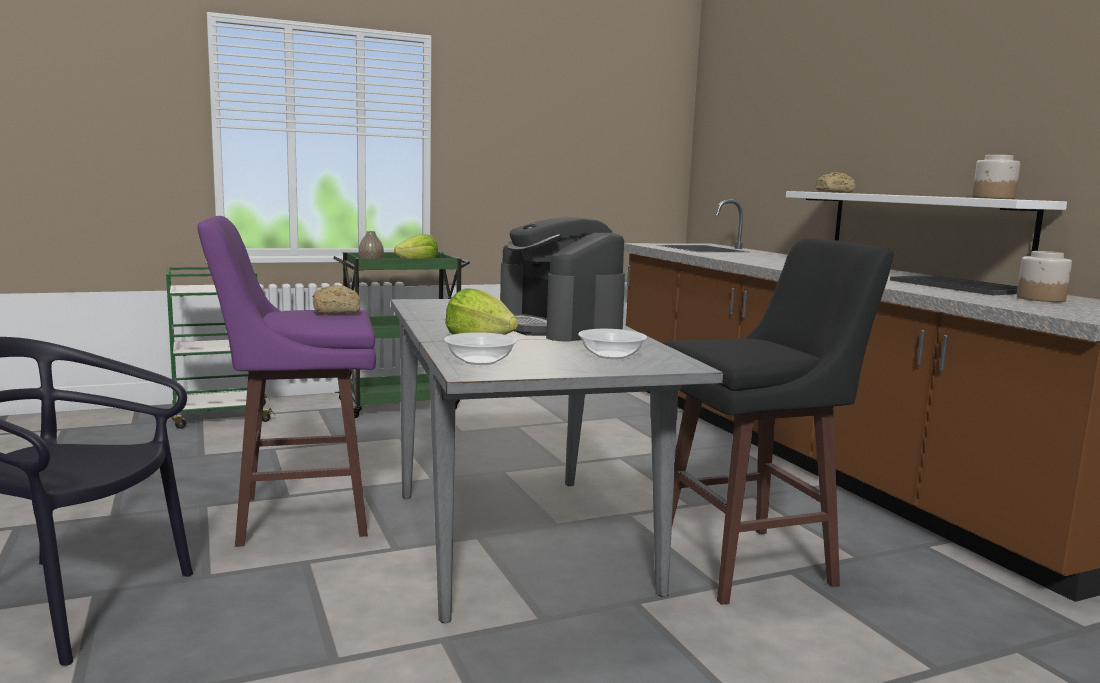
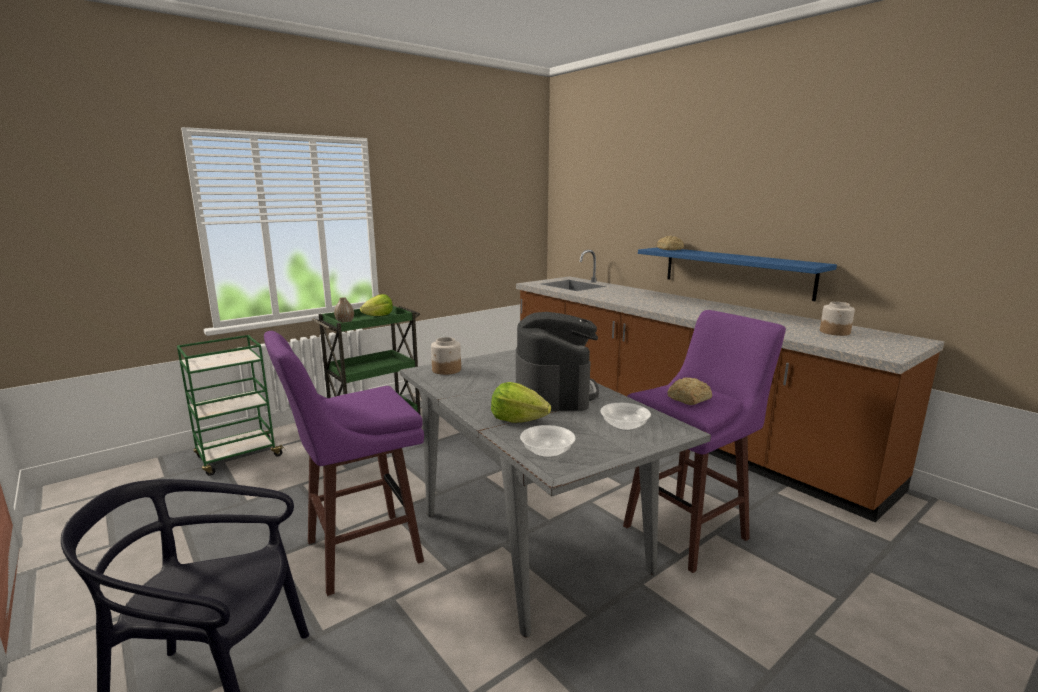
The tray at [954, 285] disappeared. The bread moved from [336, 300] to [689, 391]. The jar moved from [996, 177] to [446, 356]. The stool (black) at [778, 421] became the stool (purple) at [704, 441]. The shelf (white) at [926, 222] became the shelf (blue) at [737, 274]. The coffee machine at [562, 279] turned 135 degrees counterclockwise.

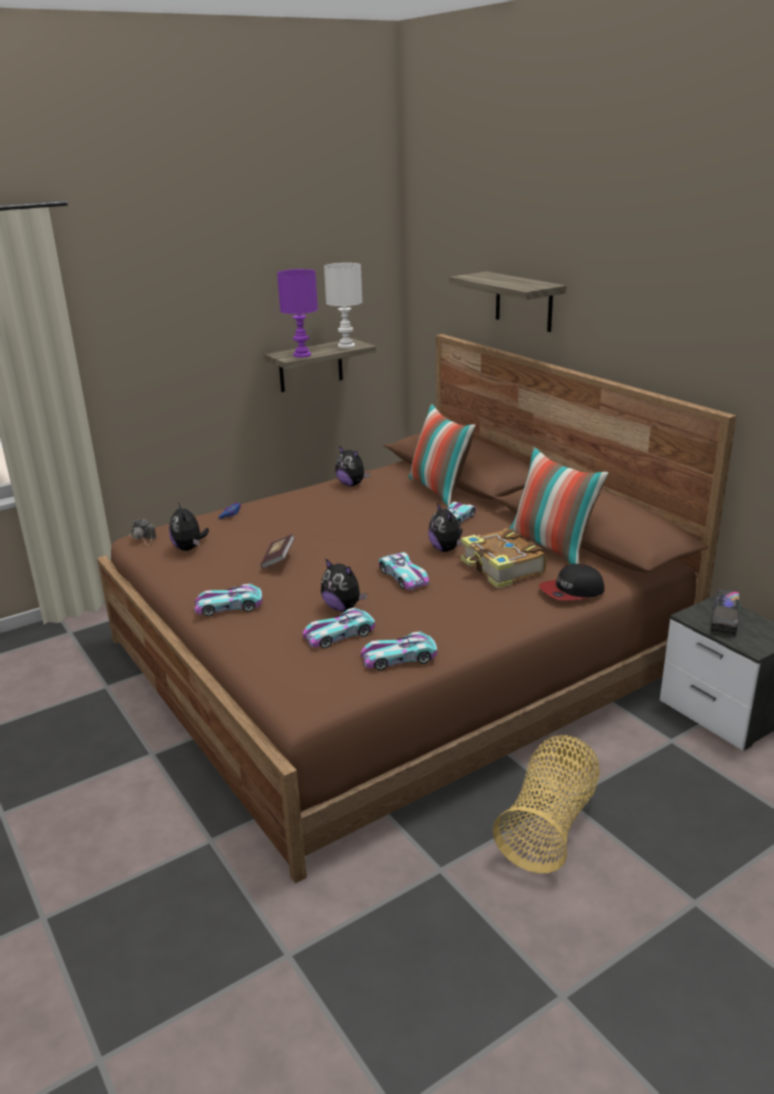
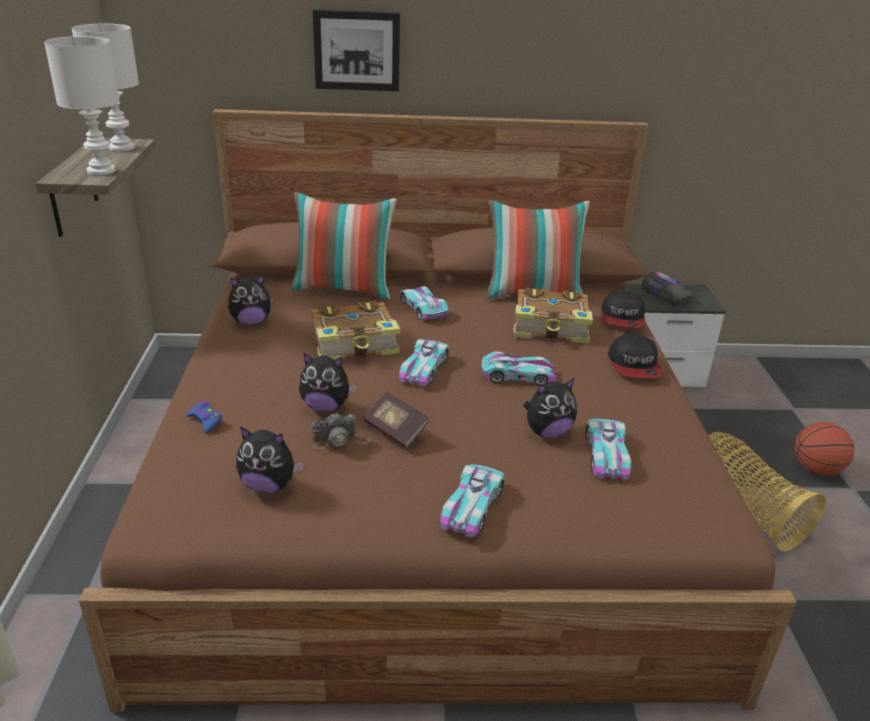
The book at [355, 330] appeared. The cap at [635, 356] appeared. The basketball at [824, 449] appeared. The photo camera moved from [143, 532] to [341, 431]. The toy car moved from [399, 650] to [424, 362]. The plush toy moved from [446, 527] to [328, 382]. The shelf at [507, 301] was replaced by the picture at [356, 50]. The table lamp (purple) at [297, 313] became the table lamp (white) at [81, 105].

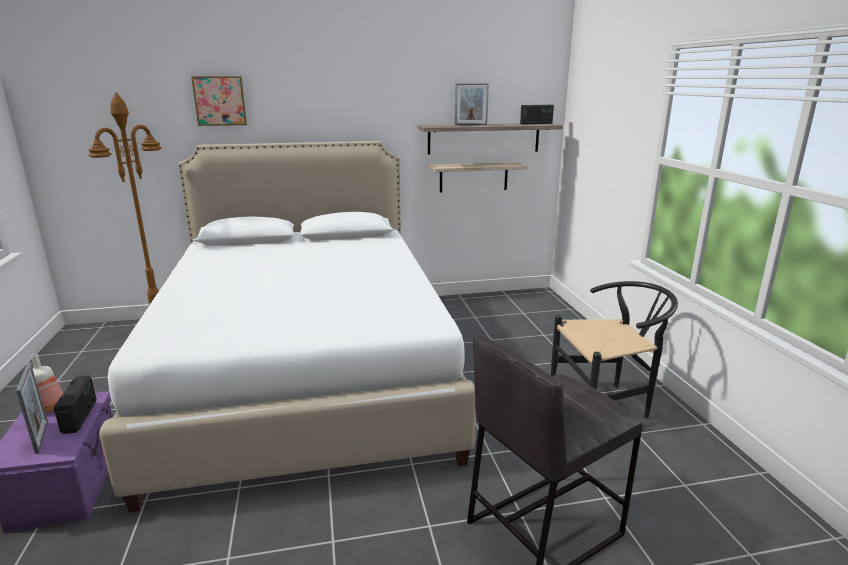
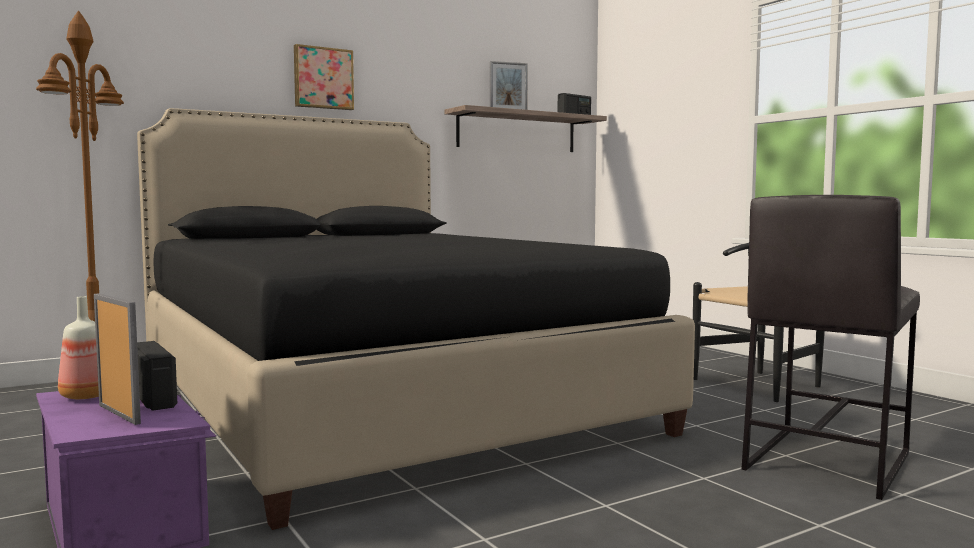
The shelf at [479, 177] disappeared. The picture moved from [219, 101] to [324, 77]. The bed (white) at [287, 326] became the bed (black) at [416, 319].

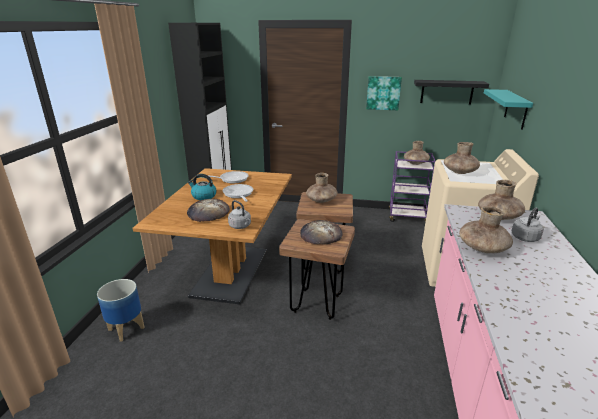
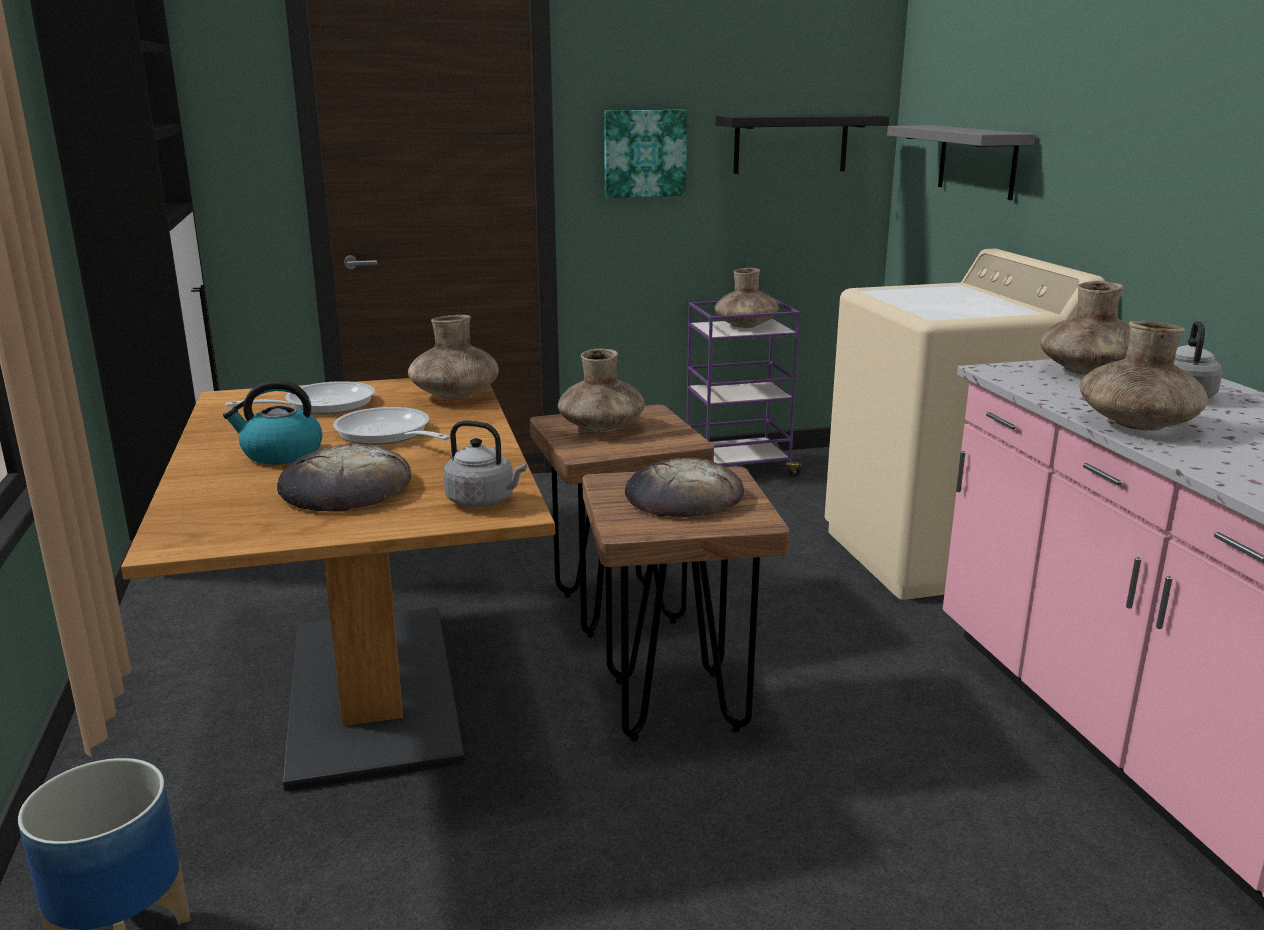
The vase (brown) moved from [462, 158] to [453, 357]. The shelf (turquoise) at [508, 109] became the shelf (grey) at [961, 162].

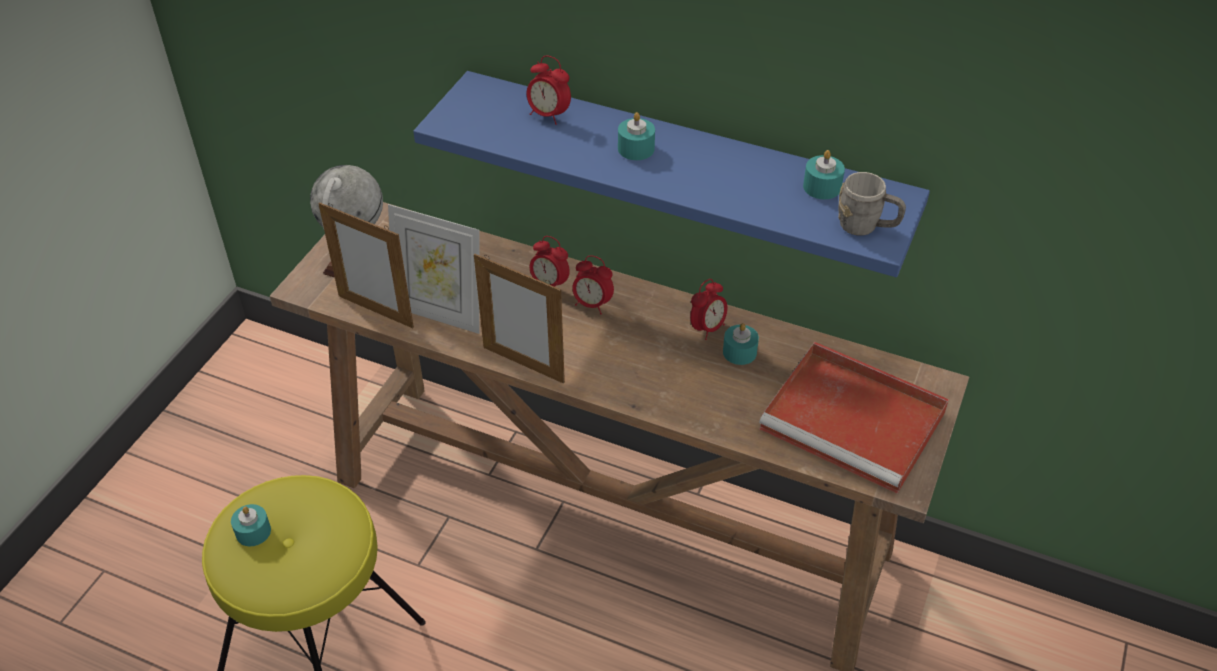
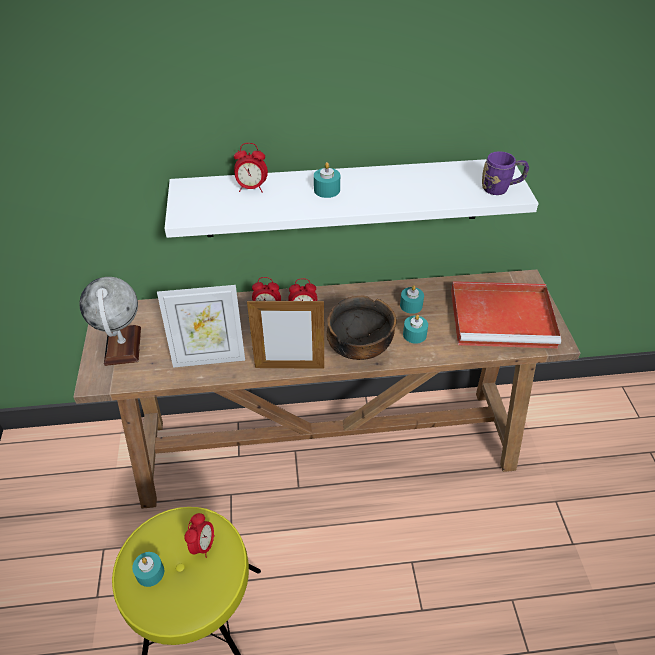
The picture frame at [366, 265] disappeared. The bowl at [361, 328] appeared. The alarm clock moved from [709, 309] to [199, 535]. The candle (turquoise) moved from [824, 174] to [415, 329]. The shelf (blue) at [671, 174] became the shelf (white) at [352, 198]. The mug (grey) at [872, 204] became the mug (purple) at [505, 173].

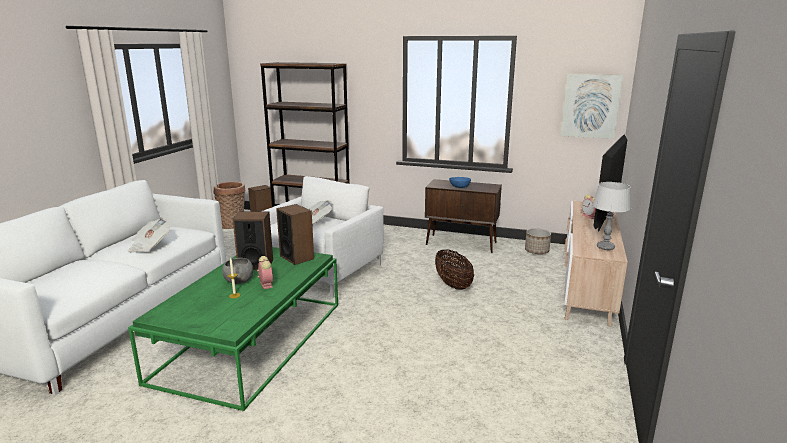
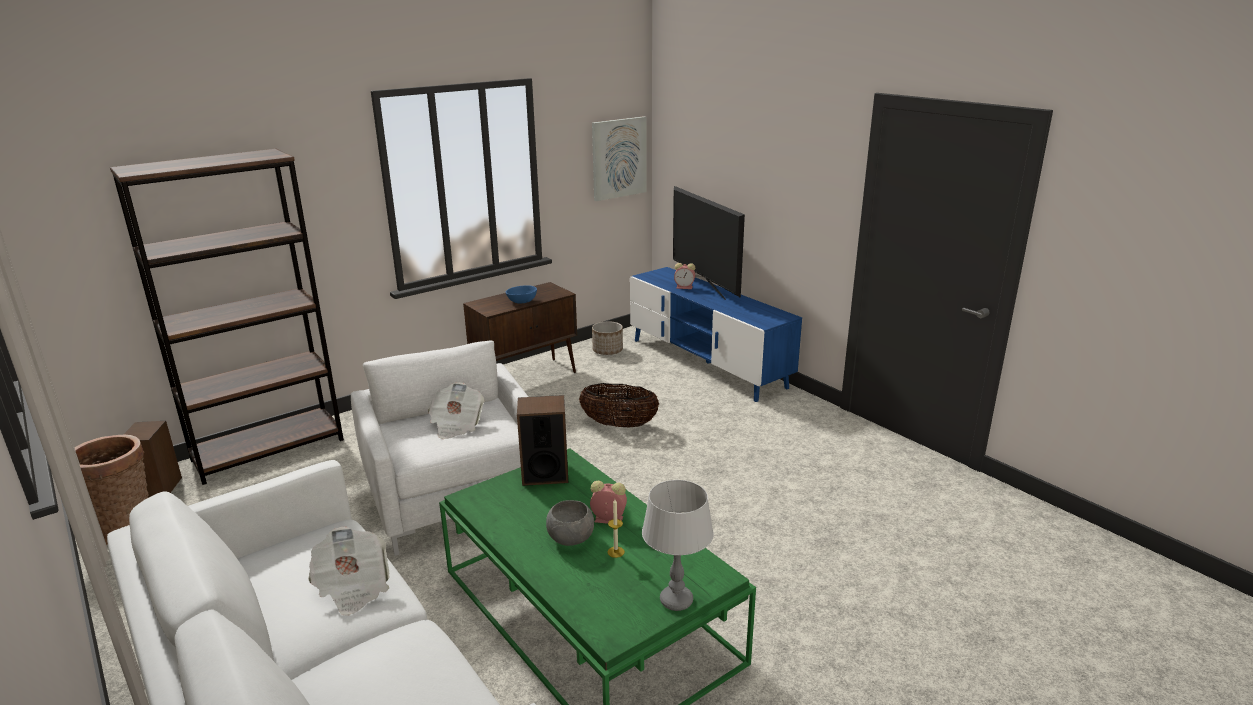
The speaker at [253, 240] disappeared. The table lamp (grey) moved from [611, 216] to [678, 545]. The tv stand (beige) at [596, 264] became the tv stand (blue) at [716, 334].

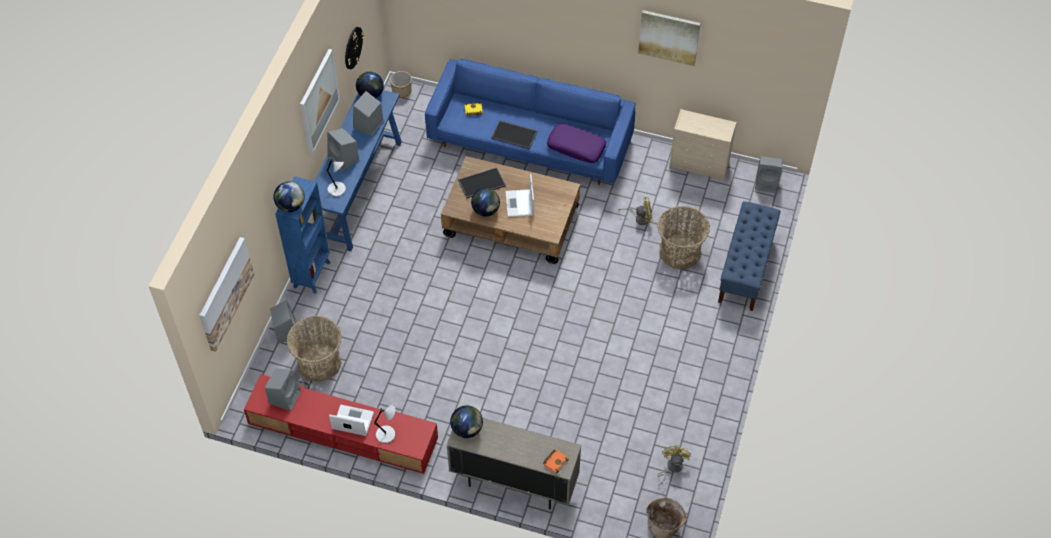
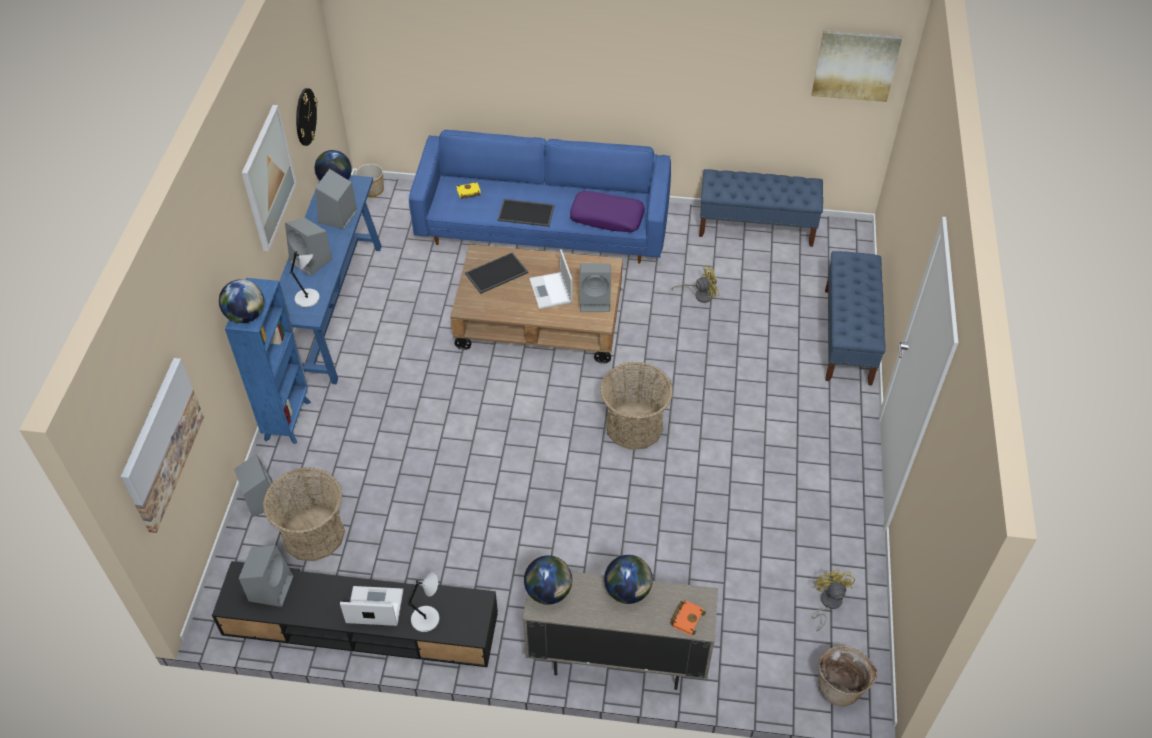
The globe moved from [485, 202] to [628, 579]. The picture moved from [669, 38] to [857, 66]. The basket moved from [684, 237] to [636, 406]. The speaker (grey) moved from [768, 174] to [595, 287]. The dresser (beige) at [703, 145] was replaced by the bench (blue) at [761, 208]. The tv stand (red) at [341, 424] became the tv stand (black) at [355, 614].

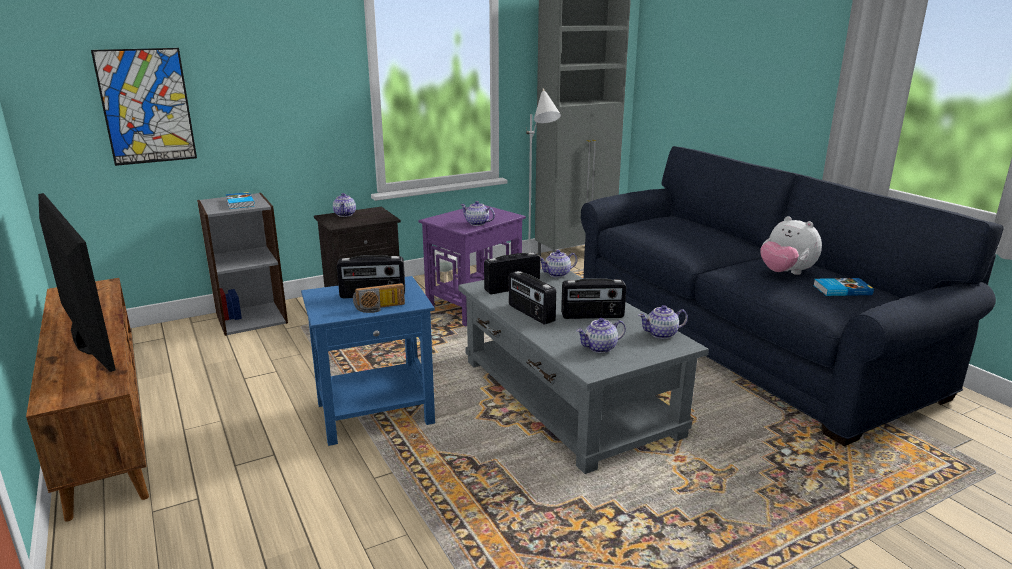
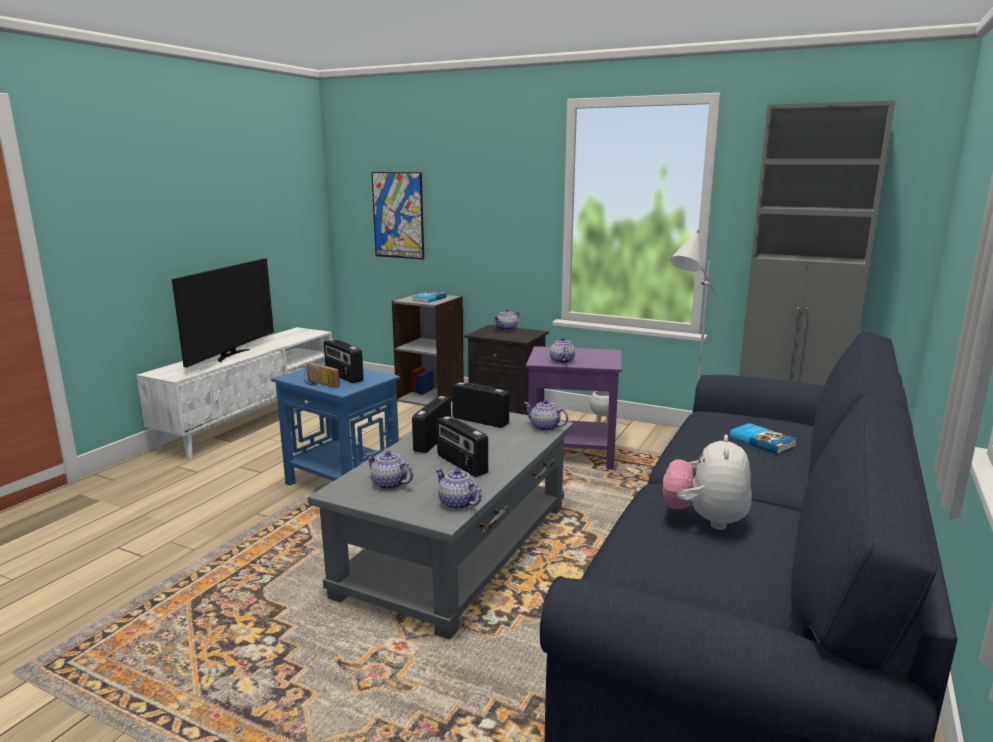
The book moved from [843, 287] to [763, 438]. The tv stand (brown) at [87, 399] became the tv stand (white) at [234, 393].

